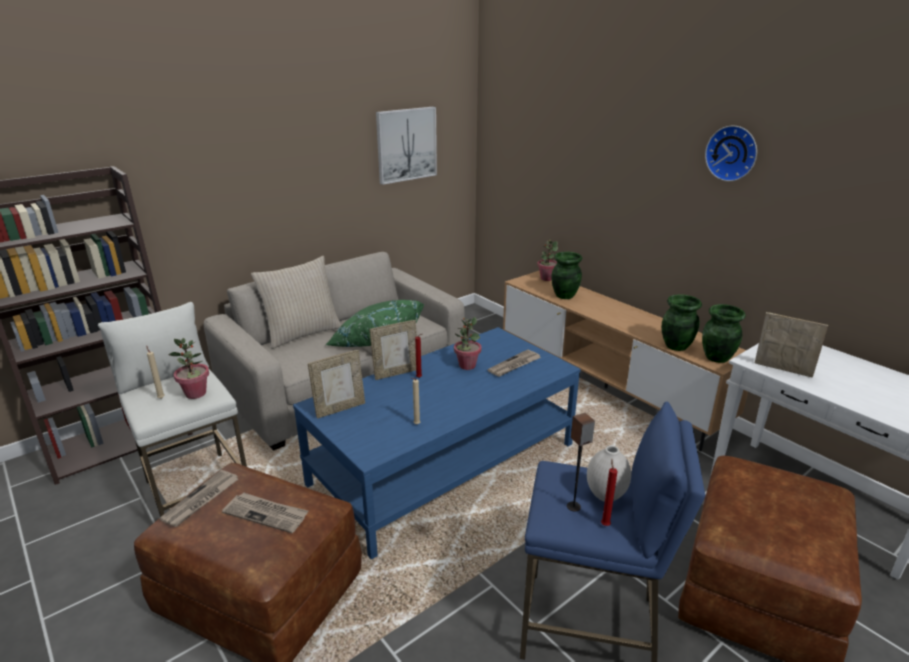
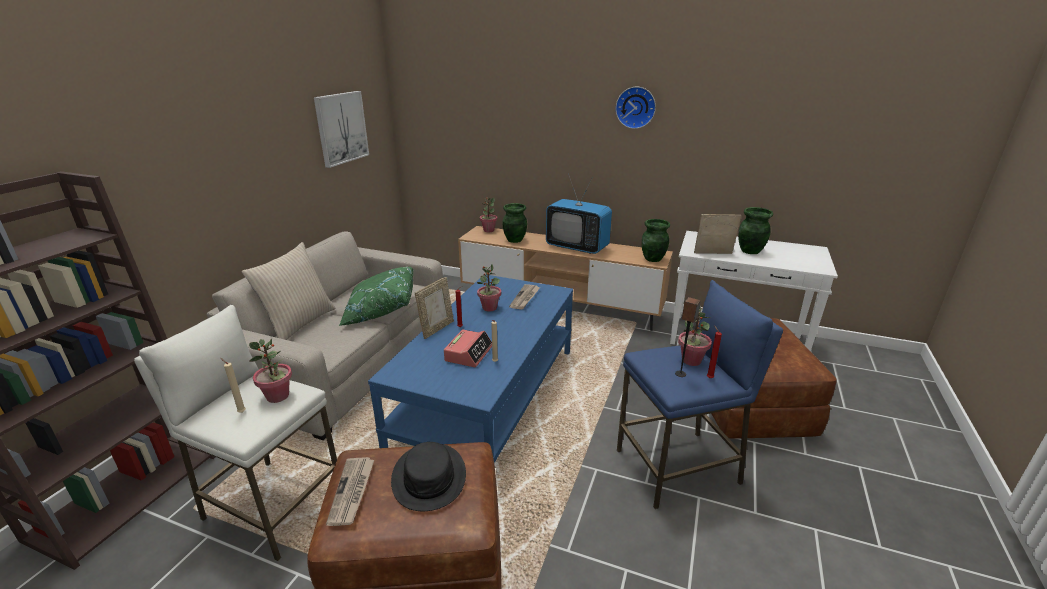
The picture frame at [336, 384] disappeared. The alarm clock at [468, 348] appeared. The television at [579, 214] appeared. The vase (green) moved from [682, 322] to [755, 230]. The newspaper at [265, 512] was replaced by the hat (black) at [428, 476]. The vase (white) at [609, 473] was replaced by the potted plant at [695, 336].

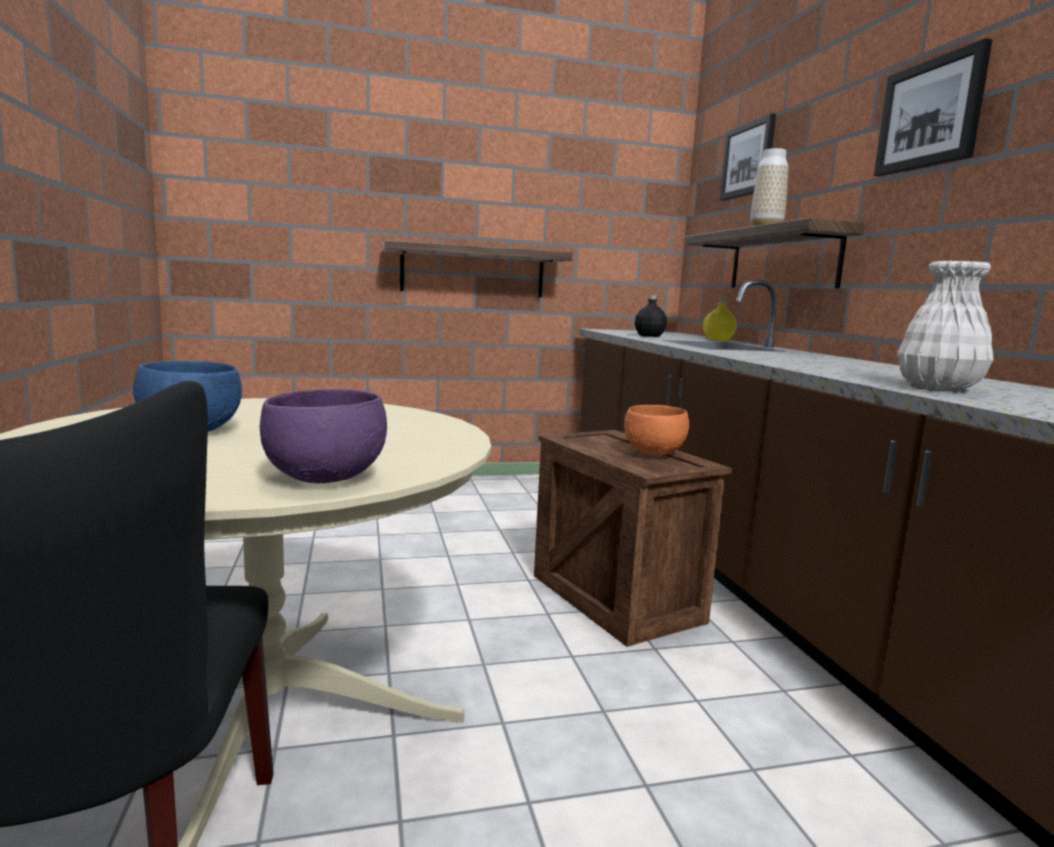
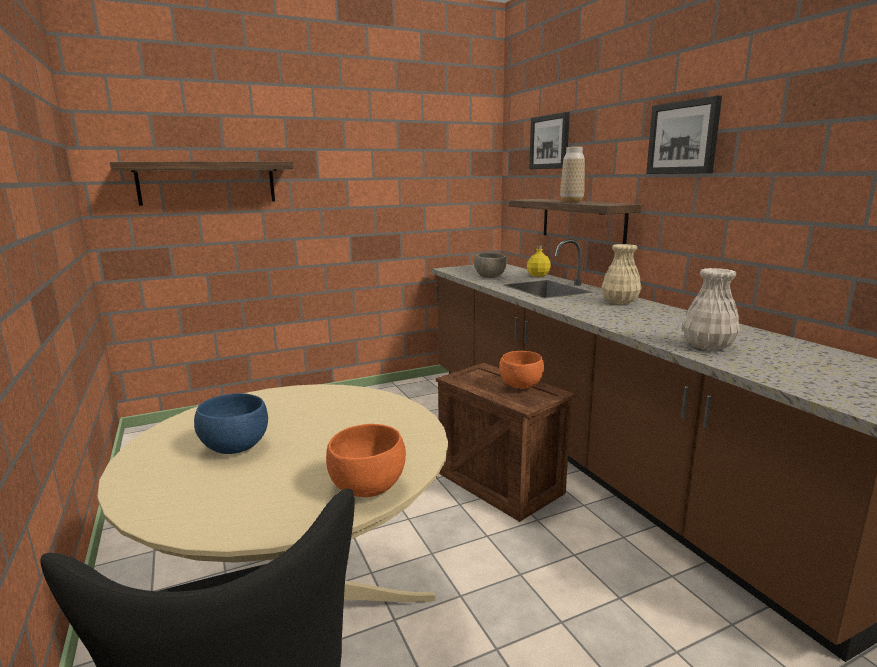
The vase (beige) at [622, 274] appeared. The shelf moved from [477, 269] to [201, 183]. The bottle (black) at [651, 316] was replaced by the bowl (grey) at [490, 265]. The bowl (purple) at [323, 436] became the bowl (orange) at [366, 460].

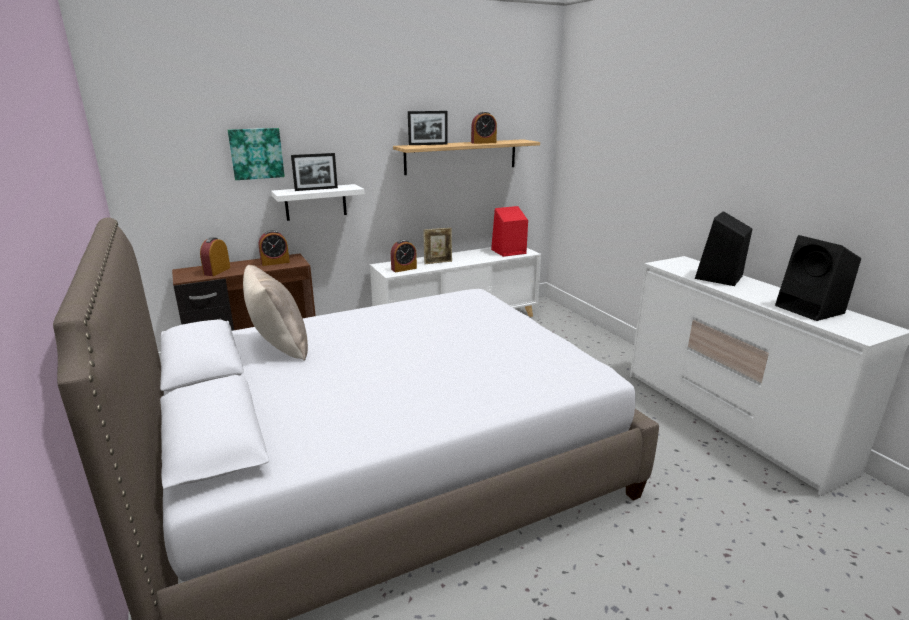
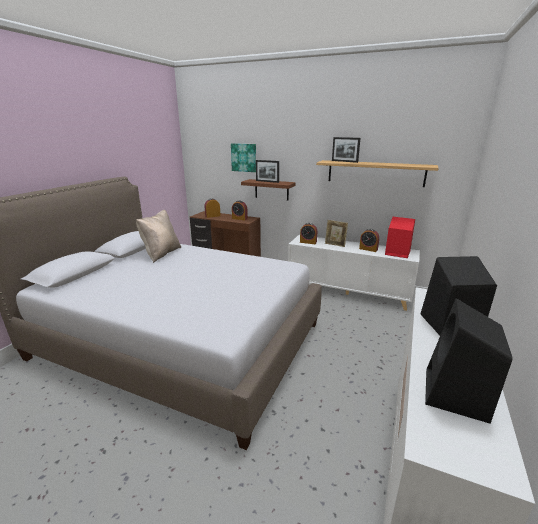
The alarm clock moved from [484, 128] to [369, 240]. The shelf (white) at [318, 202] became the shelf (brown) at [268, 190].

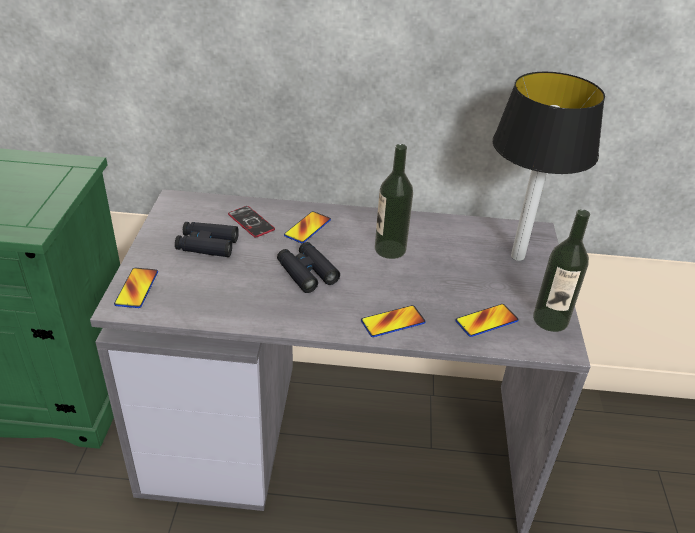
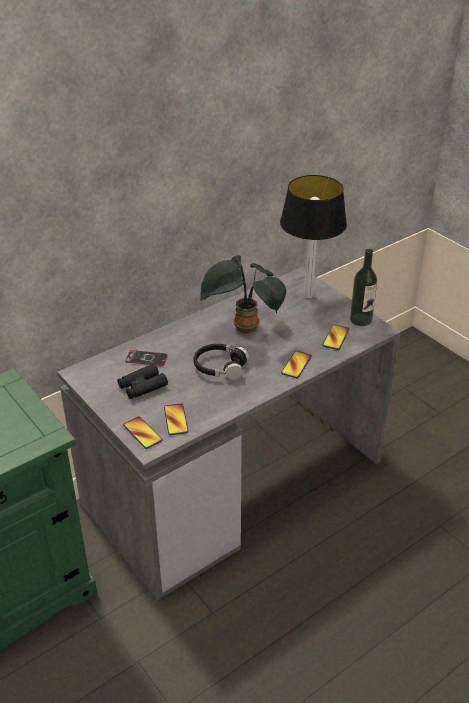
The phone moved from [307, 227] to [176, 419]. The binoculars (black) at [308, 267] was replaced by the headphones (black) at [221, 362]. The bottle at [394, 201] was replaced by the potted plant at [243, 294].

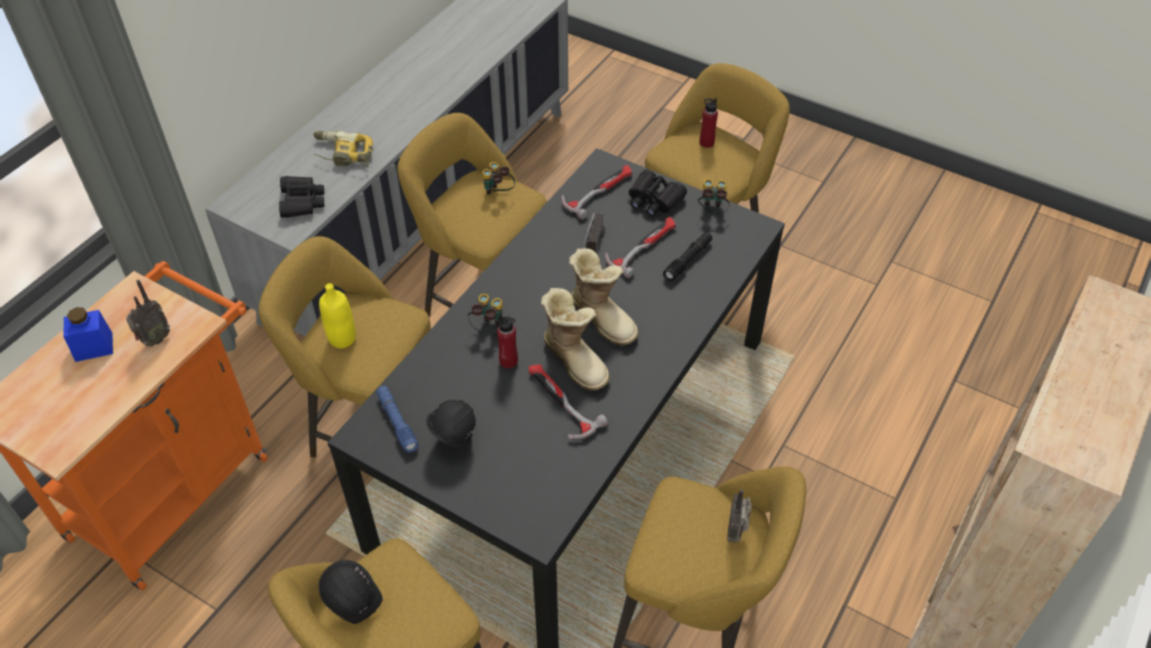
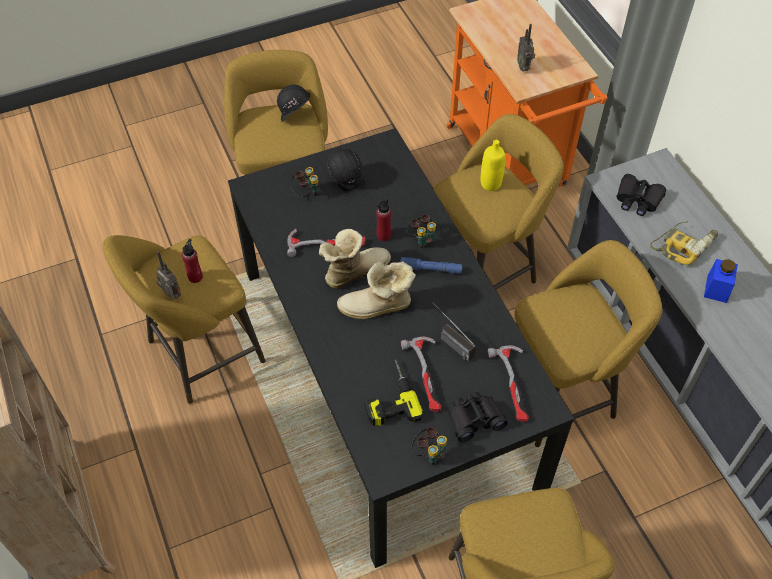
The jar (blue) moved from [88, 334] to [721, 281]. The flashlight (blue) moved from [397, 419] to [431, 265]. The binoculars moved from [498, 178] to [304, 182]. The bottle (red) moved from [709, 123] to [192, 261]. The flashlight (black) at [687, 256] was replaced by the power drill at [393, 392]. The boot at [575, 339] turned 150 degrees clockwise.

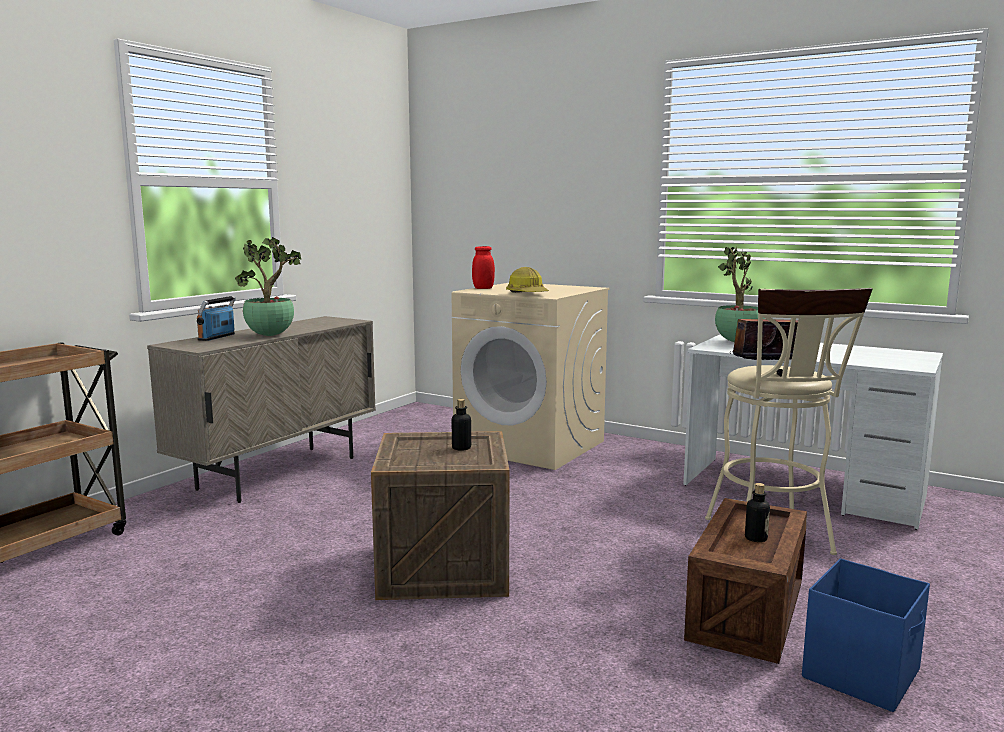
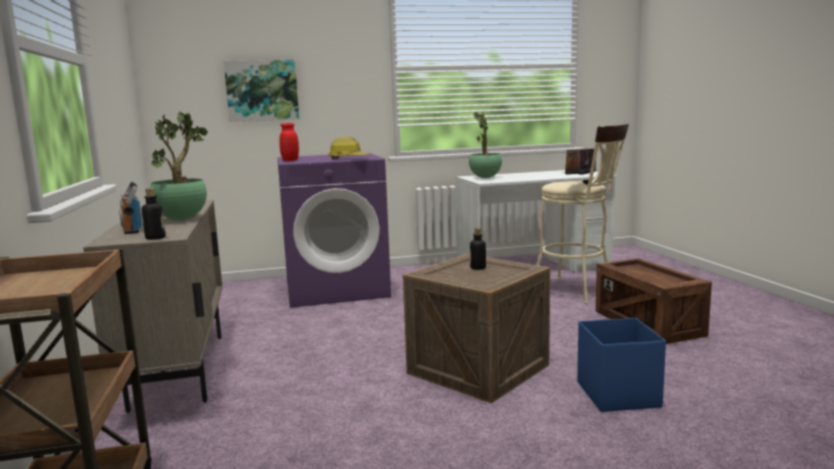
The picture at [261, 91] appeared. The bottle moved from [757, 512] to [154, 214]. The storage box (blue) moved from [866, 635] to [621, 365]. The washing machine (beige) at [531, 376] became the washing machine (purple) at [334, 230].

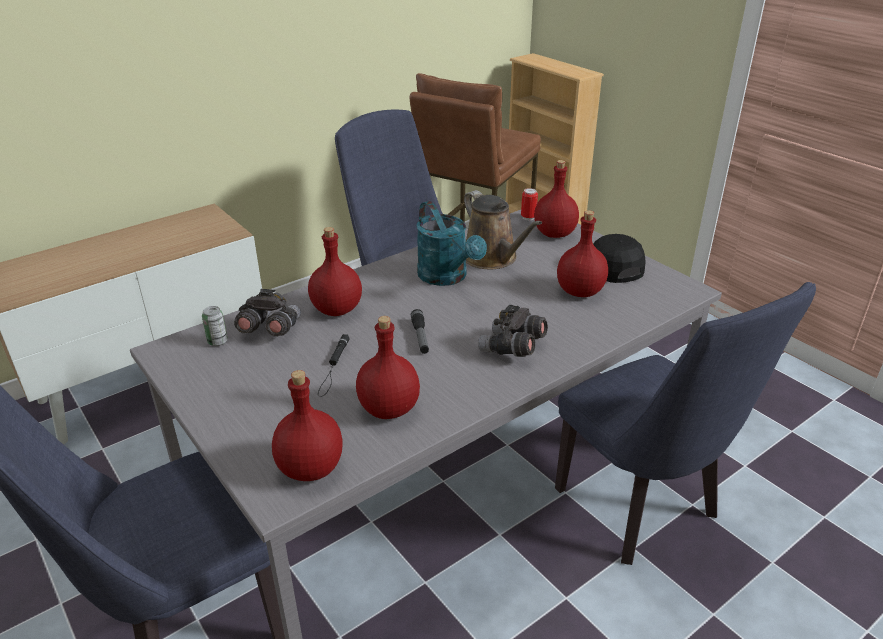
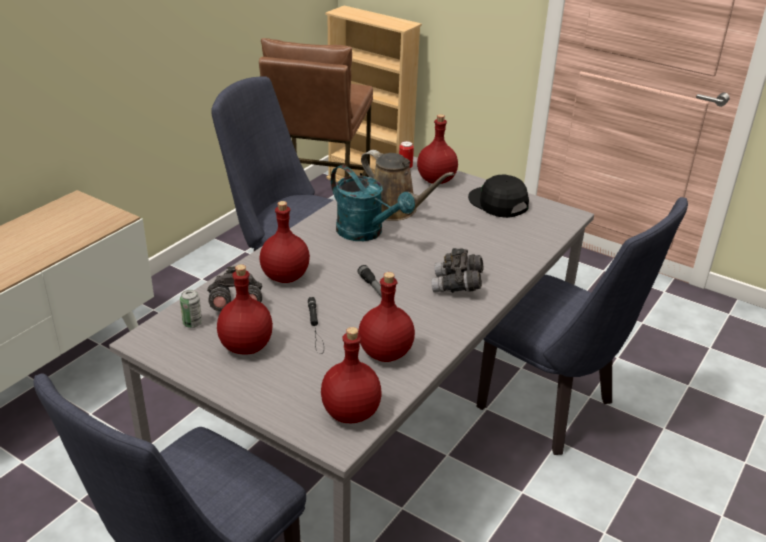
The bottle (red) moved from [582, 253] to [245, 309].

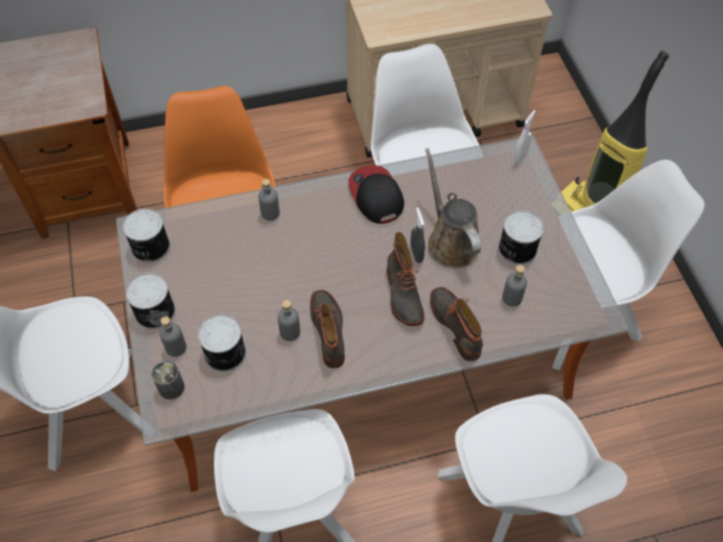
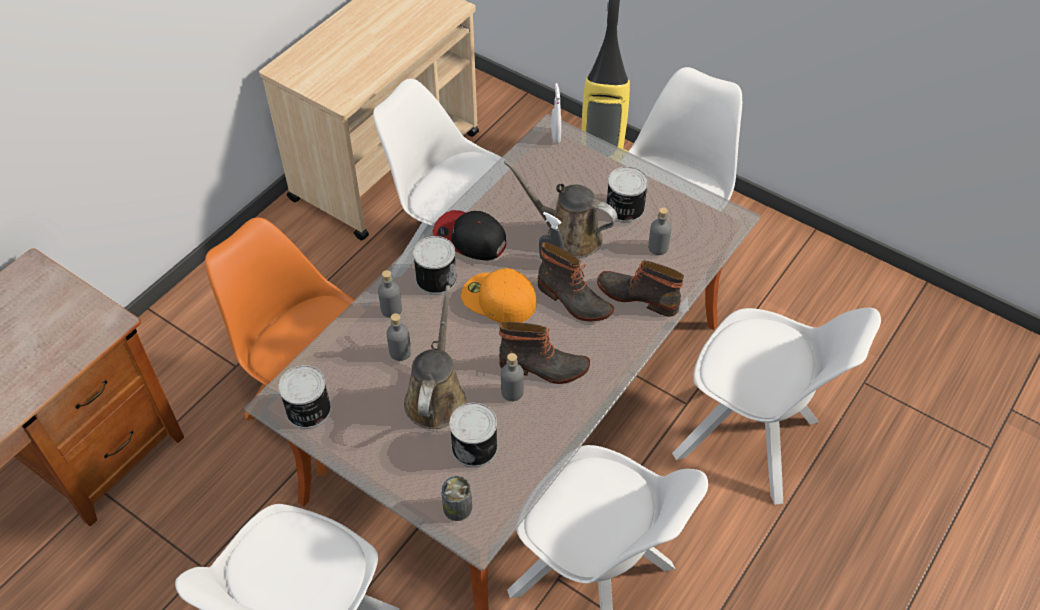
The watering can (brown) at [435, 357] appeared. The cap (orange) at [499, 295] appeared. The can moved from [150, 301] to [435, 265]. The bottle (grey) moved from [172, 336] to [399, 337]. The boot at [327, 329] turned 150 degrees clockwise.

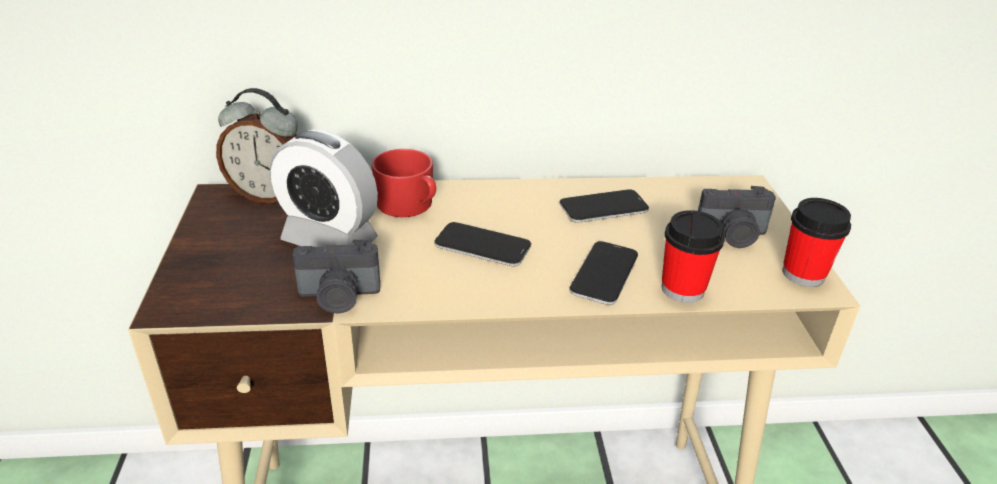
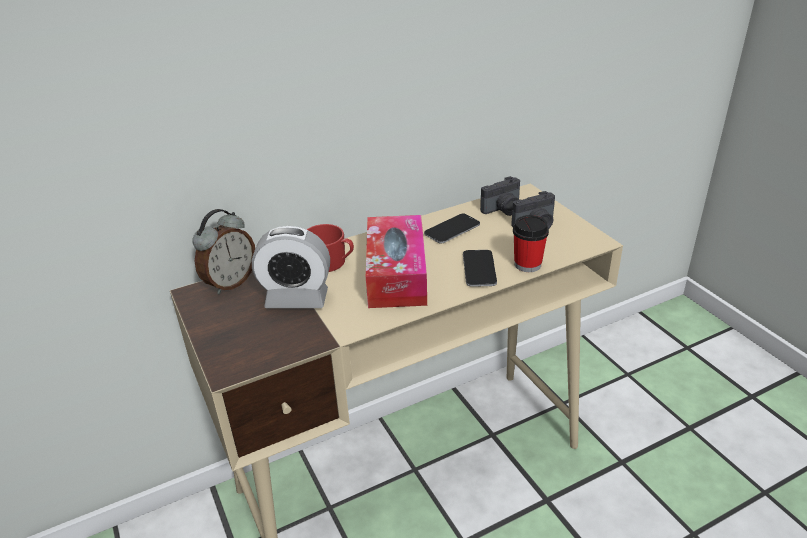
The cup at [816, 242] disappeared. The photo camera moved from [336, 276] to [500, 196]. The phone at [482, 244] was replaced by the tissue box at [396, 261]. The alarm clock at [257, 145] turned 45 degrees counterclockwise.

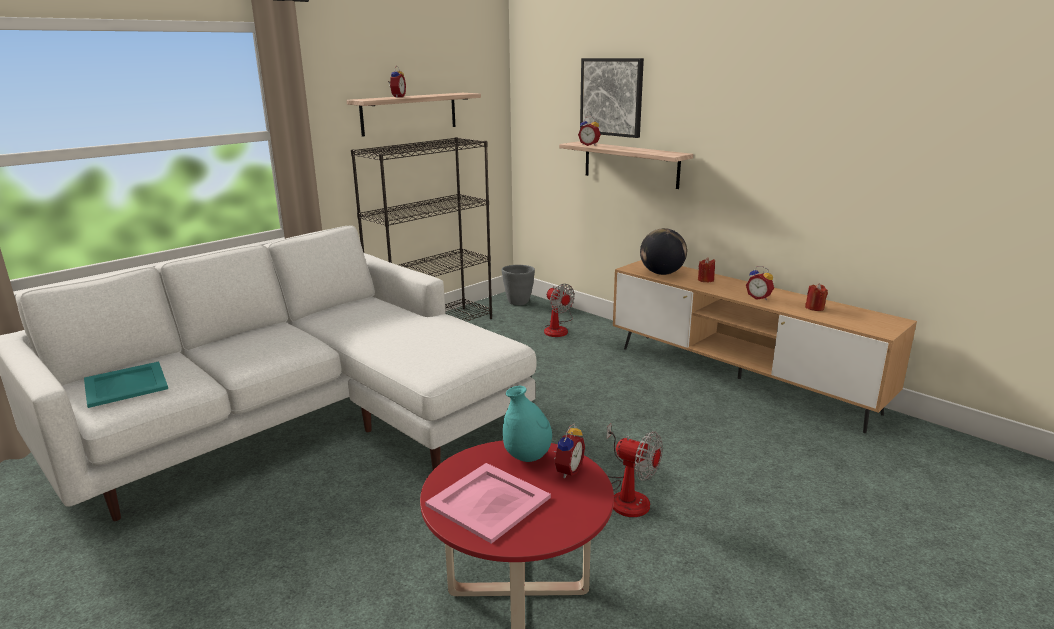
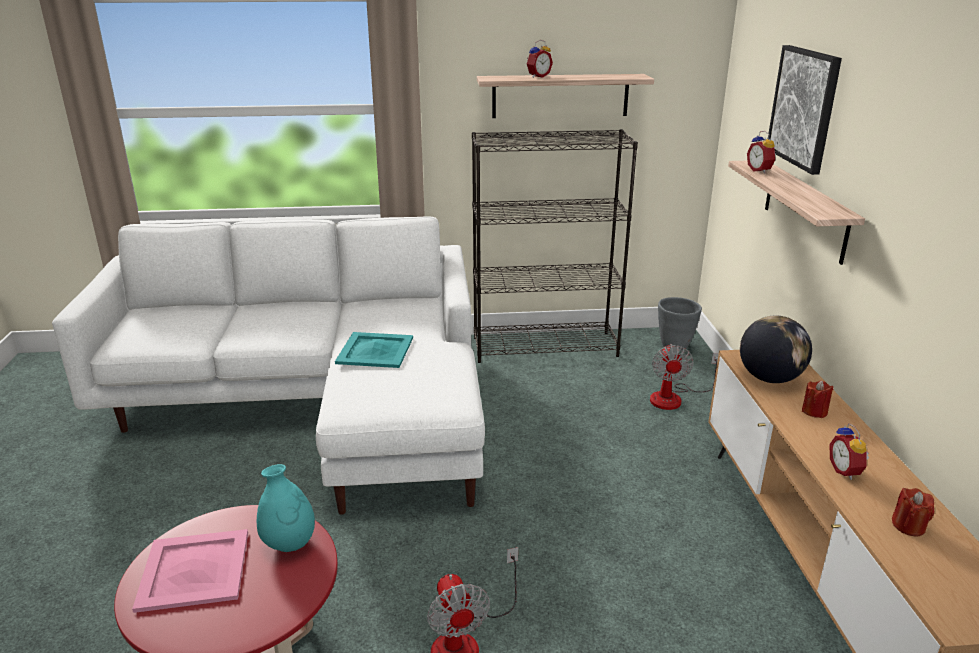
The alarm clock at [569, 450] disappeared. The tray (turquoise) moved from [126, 384] to [374, 350].

